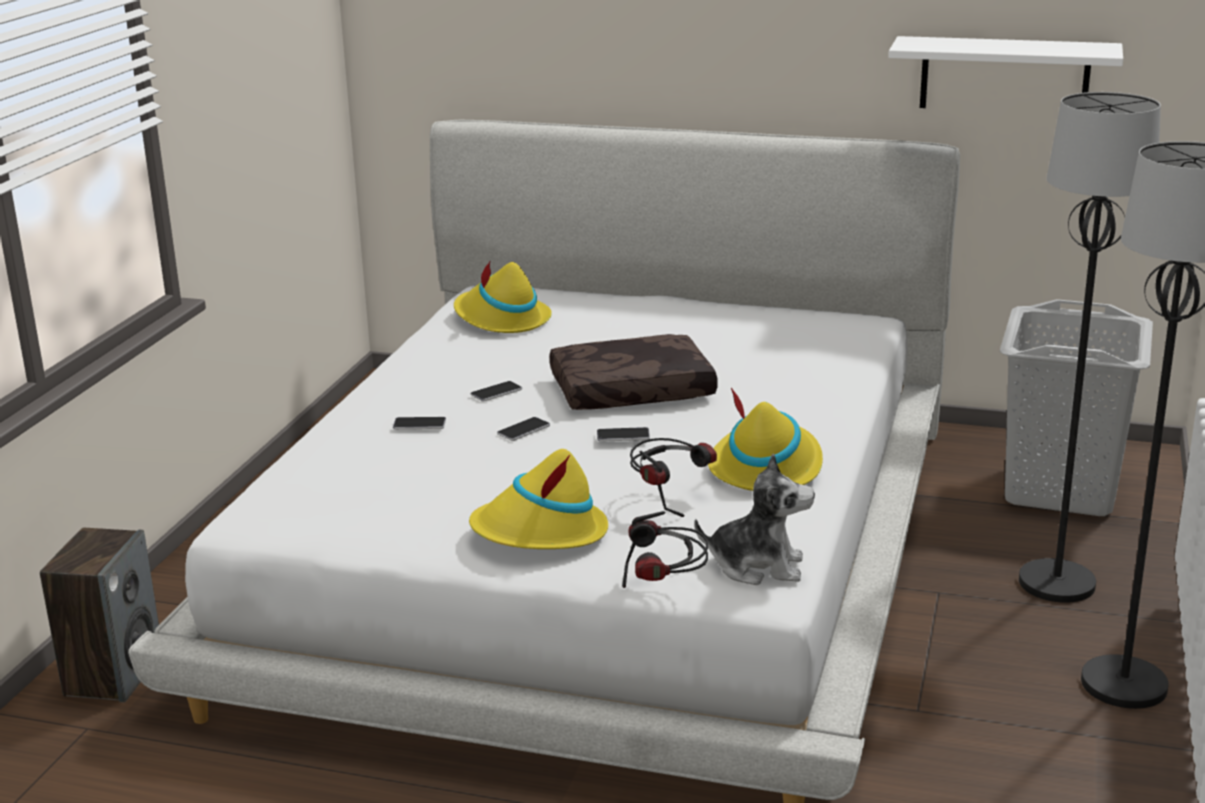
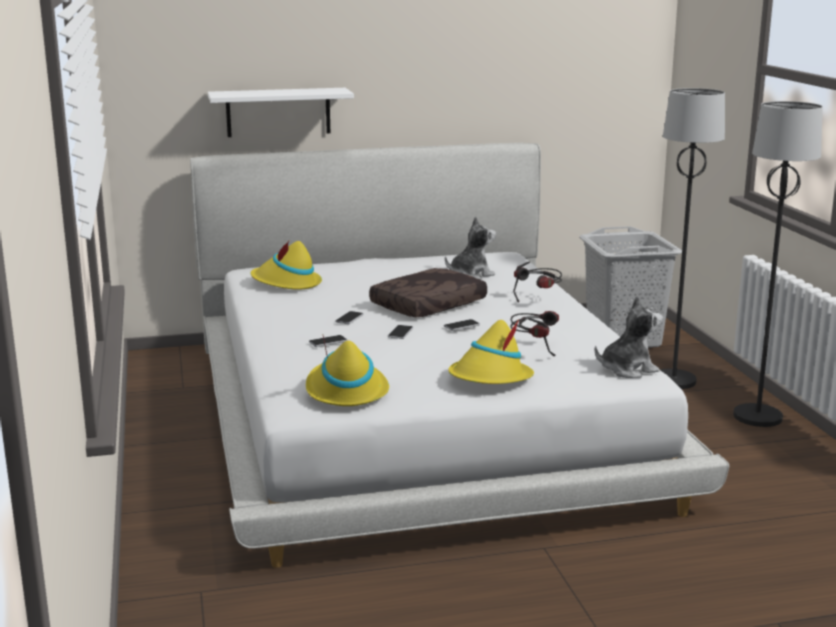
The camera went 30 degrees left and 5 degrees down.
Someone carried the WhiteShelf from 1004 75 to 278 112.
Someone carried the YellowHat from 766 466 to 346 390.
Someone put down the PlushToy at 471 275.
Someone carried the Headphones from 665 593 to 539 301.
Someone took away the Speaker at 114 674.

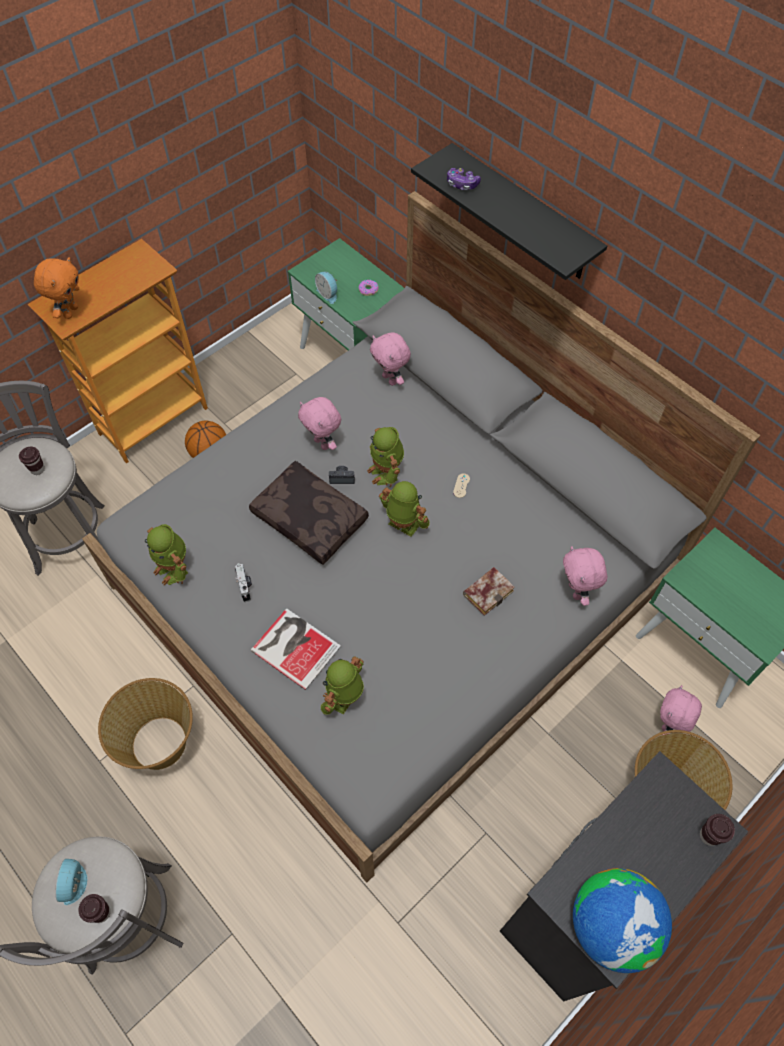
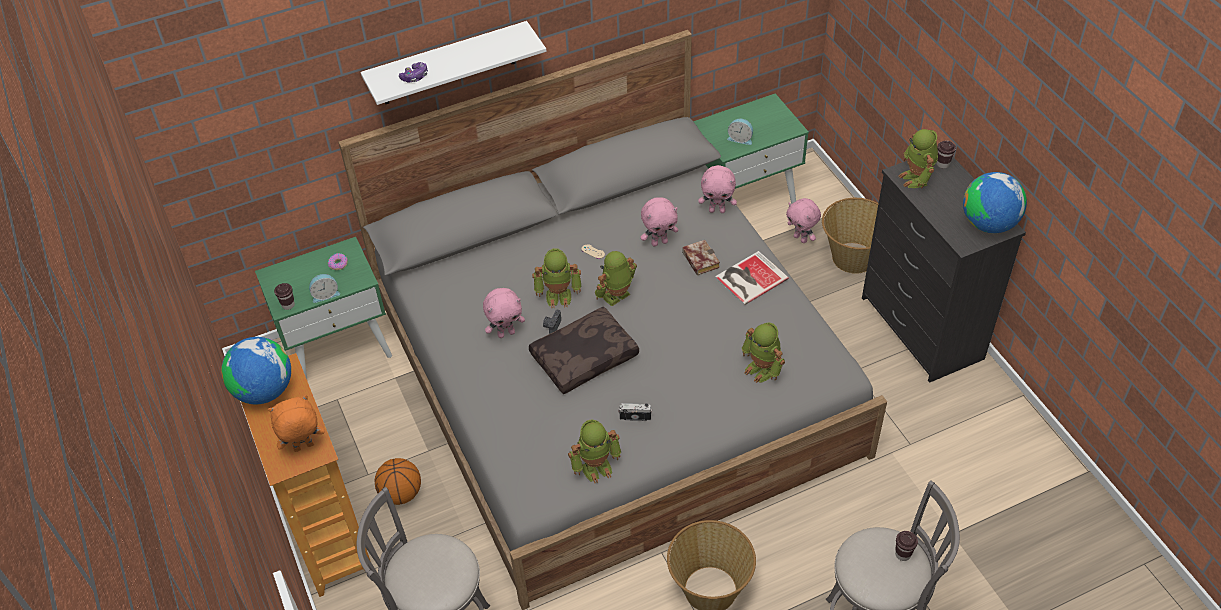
The camera went 70 degrees left and 10 degrees down.
Someone put down the Globe at 264 391.
Someone rotated the OrangePlushToy at 70 312 by 60 degrees counterclockwise.
Someone carried the BrownCup from 37 469 to 288 305.
Someone repainted the BlackShelf at 523 214, which became the WhiteShelf at 447 64.
Someone carried the PinkPlushToy from 390 379 to 659 242.
Someone carried the Book from 295 646 to 749 278.
Someone carried the AlarmClock from 76 883 to 740 139.
Someone put down the ToyRobot at 916 178.

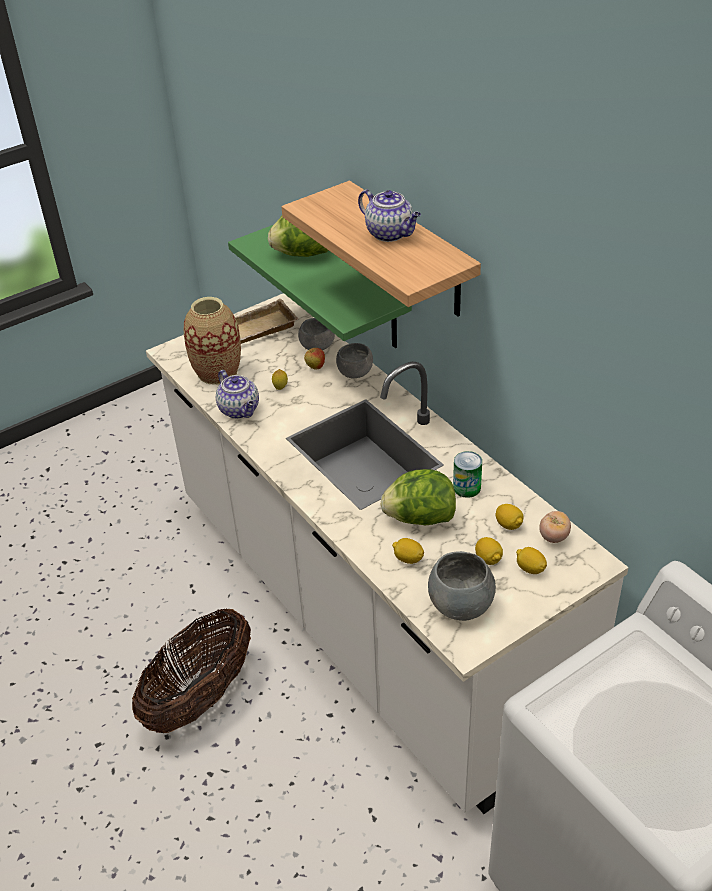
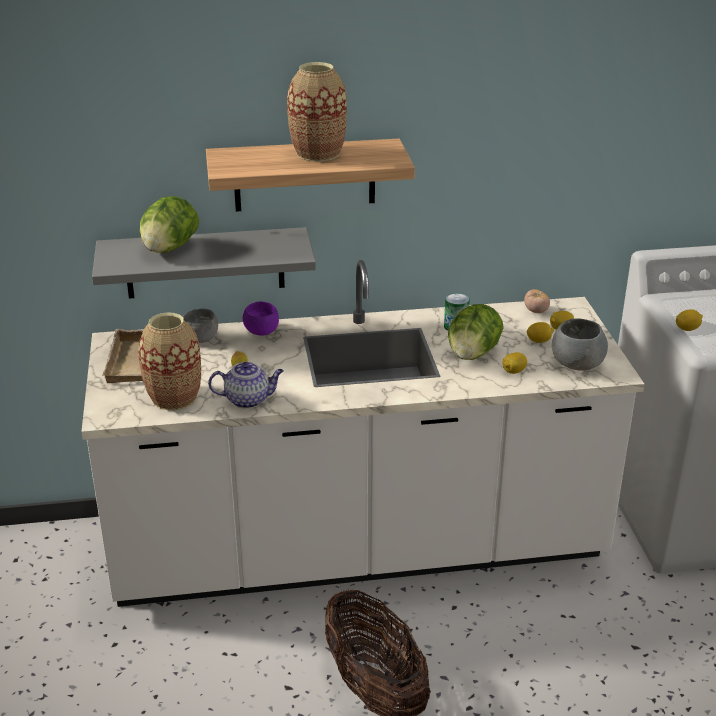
The camera went 65 degrees left and 10 degrees down.
Someone repainted the GreenShelf at 349 285, which became the GreyShelf at 205 263.
Someone repainted the GreyBowl at 355 372, which became the PurpleBowl at 261 331.
Someone swapped the Teapot at 390 234 for the Vase at 318 153.
Someone carried the Lemon from 508 525 to 687 329.
Someone took away the Apple at 315 367.

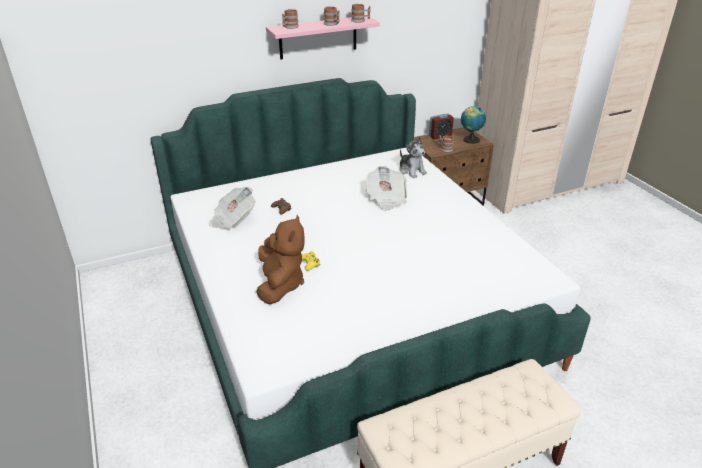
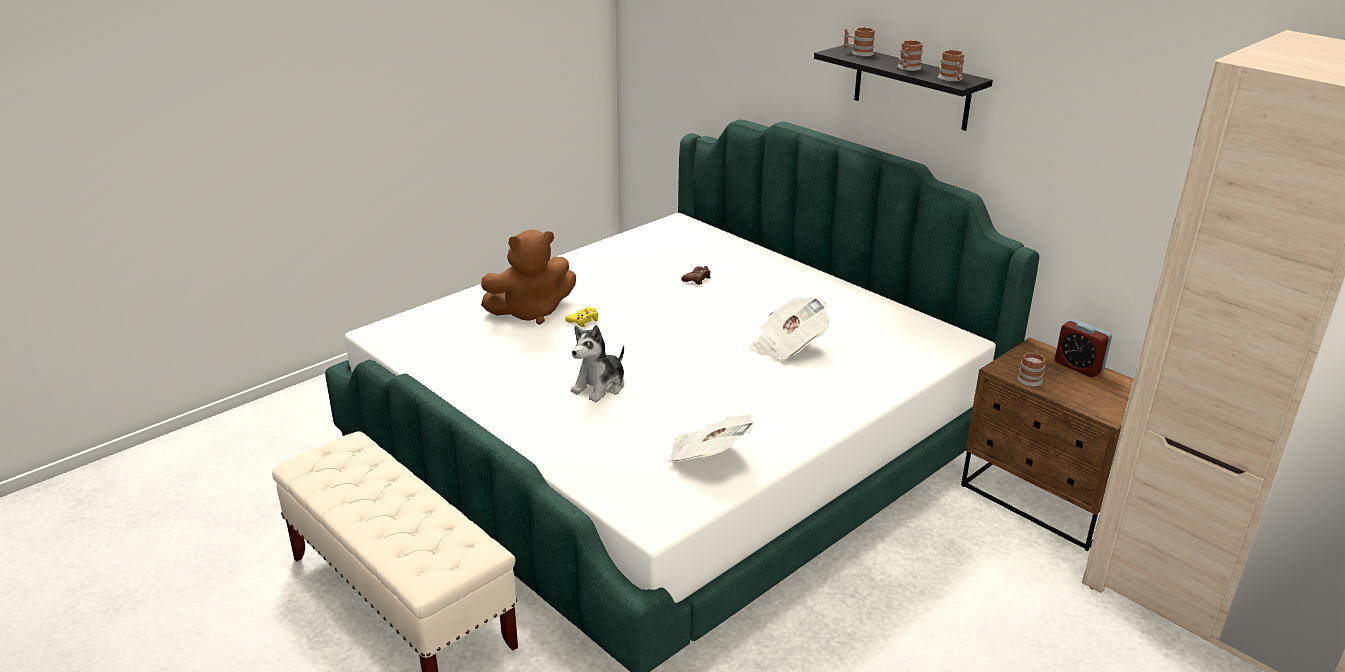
The camera went 70 degrees right and 5 degrees down.
Someone carried the PlushToy from 412 171 to 600 386.
Someone carried the Newspaper from 232 219 to 708 457.
Someone repainted the PinkShelf at 318 37, which became the BlackShelf at 911 88.
Someone took away the Globe at 470 139.

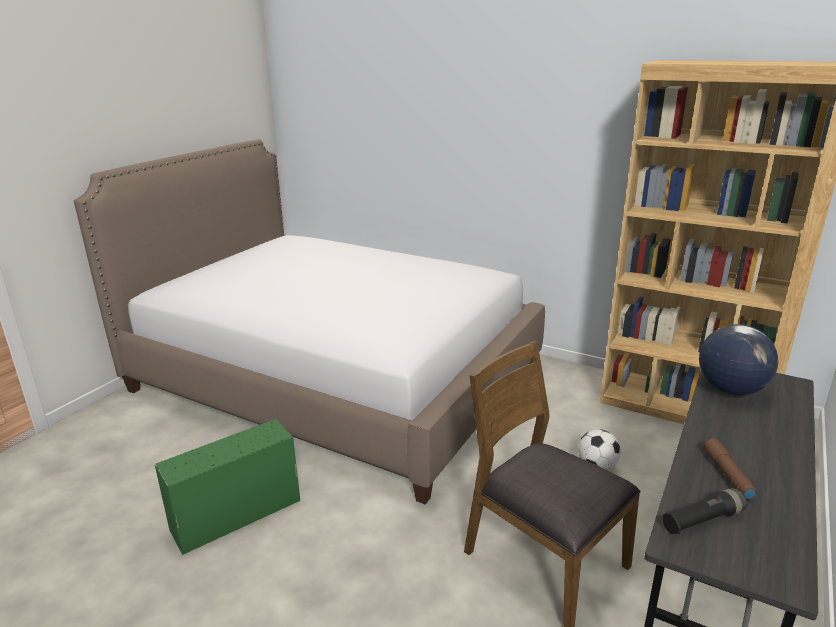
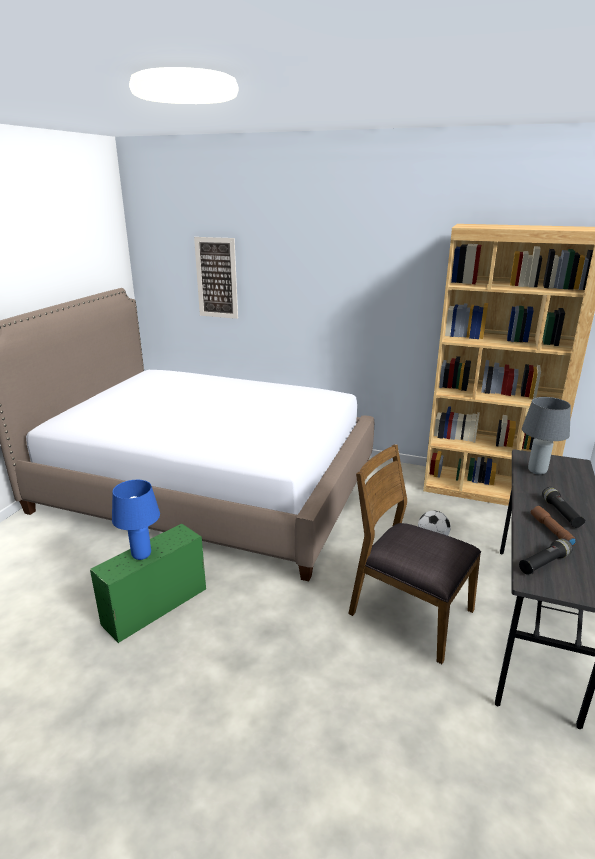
The camera went 10 degrees left and 0 degrees up.
Someone put down the BlueTableLamp at 142 555.
Someone put up the Picture at 216 278.
Someone swapped the Globe at 730 389 for the GreyTableLamp at 537 471.
Someone put down the BlackFlashlight at 561 513.

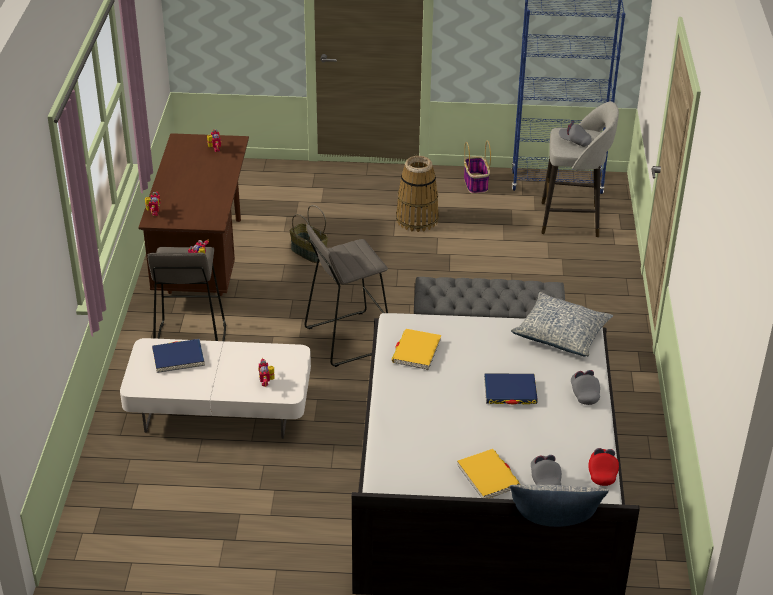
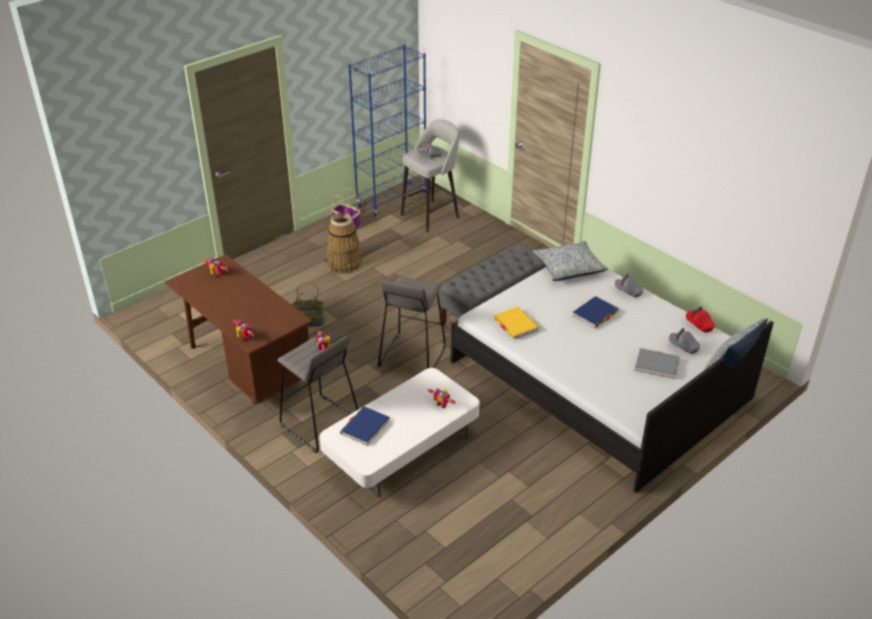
The camera went 45 degrees left and 0 degrees up.
Someone repainted the YellowBook at 488 477, which became the GreyBook at 656 365.

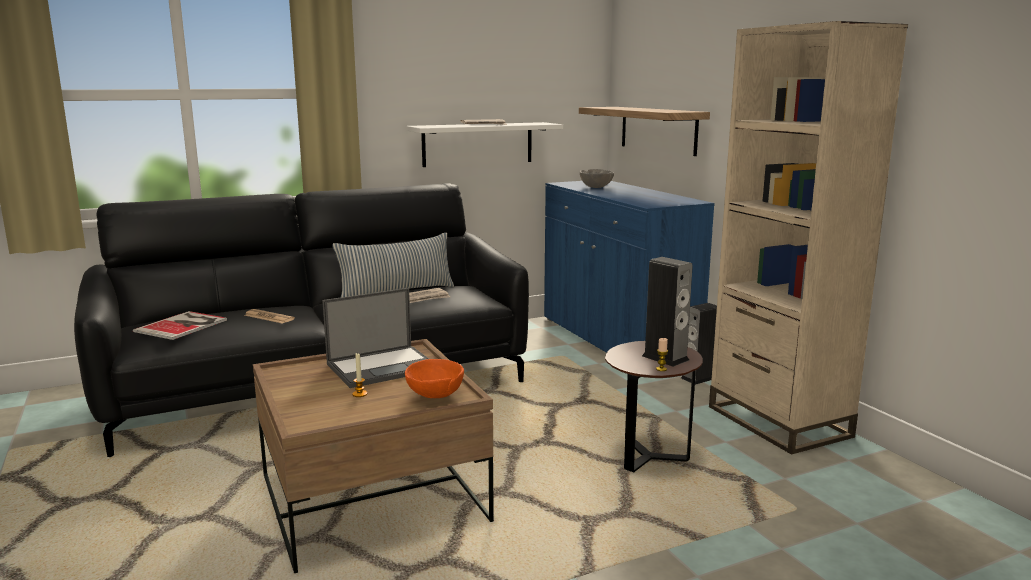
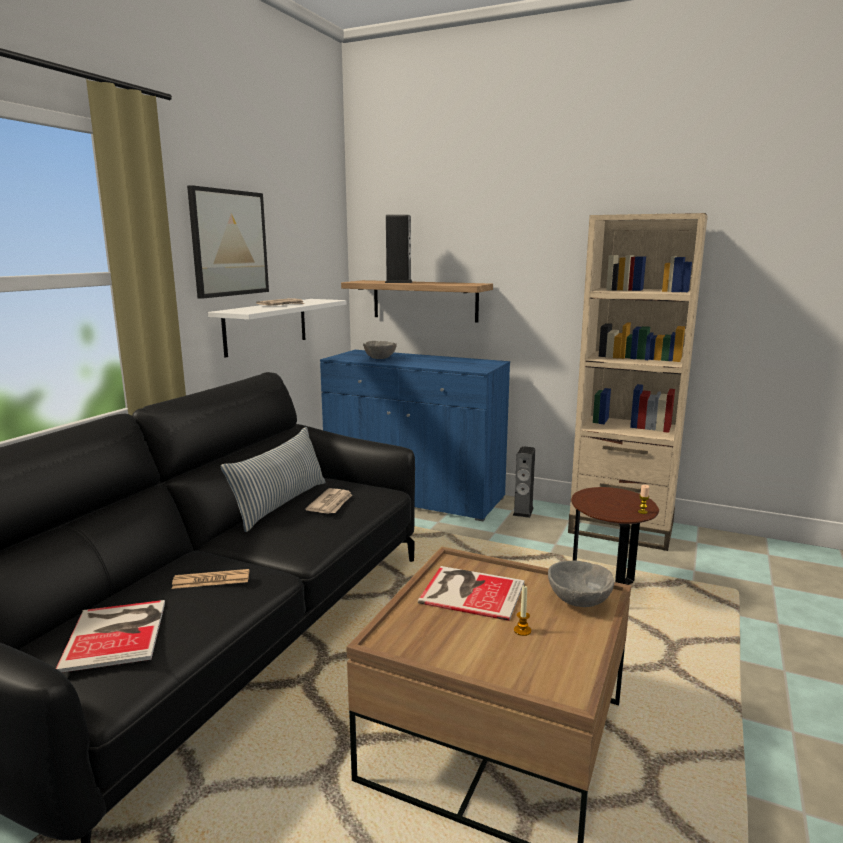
The camera went 40 degrees left and 0 degrees up.
Someone put up the Picture at 229 243.
Someone carried the Speaker from 665 358 to 398 282.
Someone swapped the Laptop at 383 367 for the Book at 470 591.
Someone repainted the OrangeBowl at 435 395, which became the GreyBowl at 580 602.

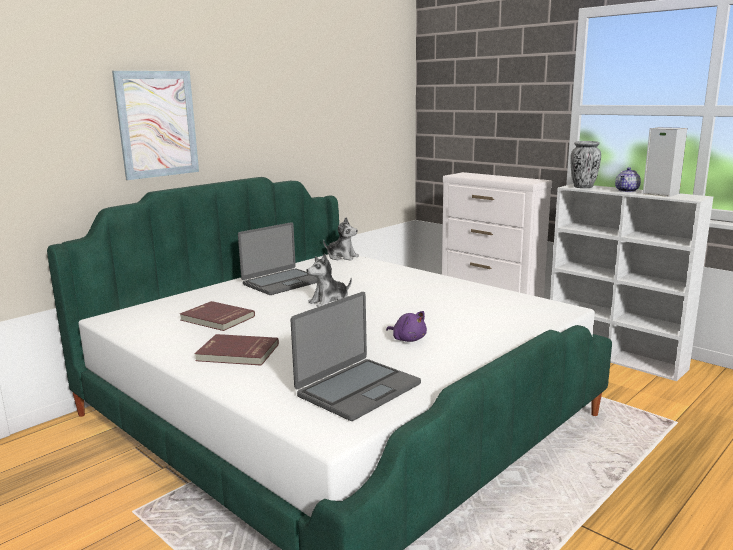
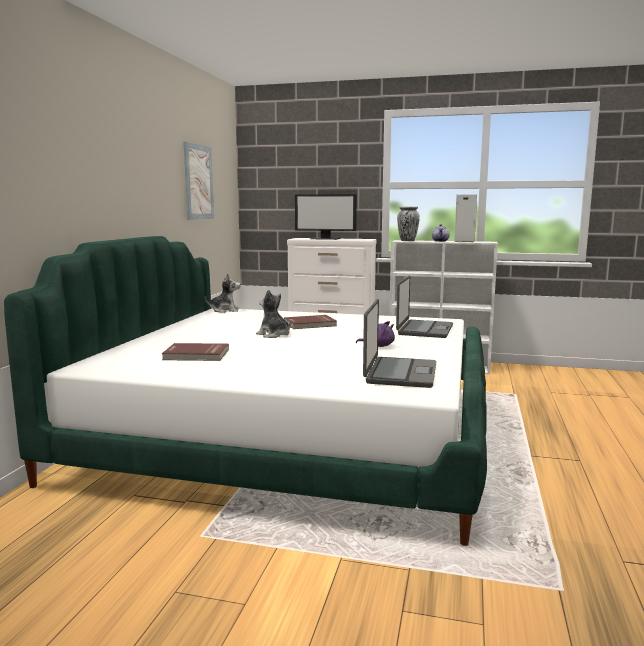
The camera went 30 degrees left and 5 degrees down.
Someone carried the Picture from 157 124 to 198 182.
Someone rotated the PlushToy at 329 302 by 105 degrees clockwise.
Someone carried the RedBook from 237 353 to 310 324.
Someone put down the Monitor at 325 238.
Someone carried the Laptop from 282 282 to 424 330.

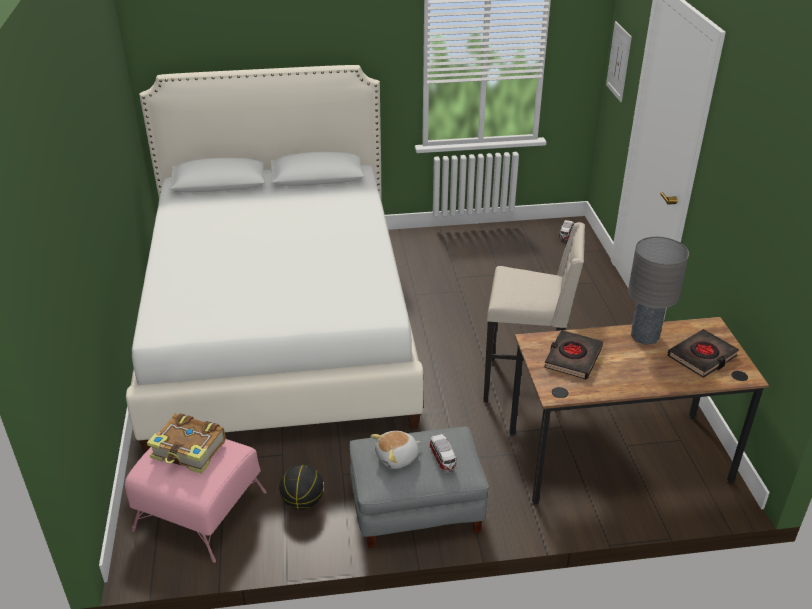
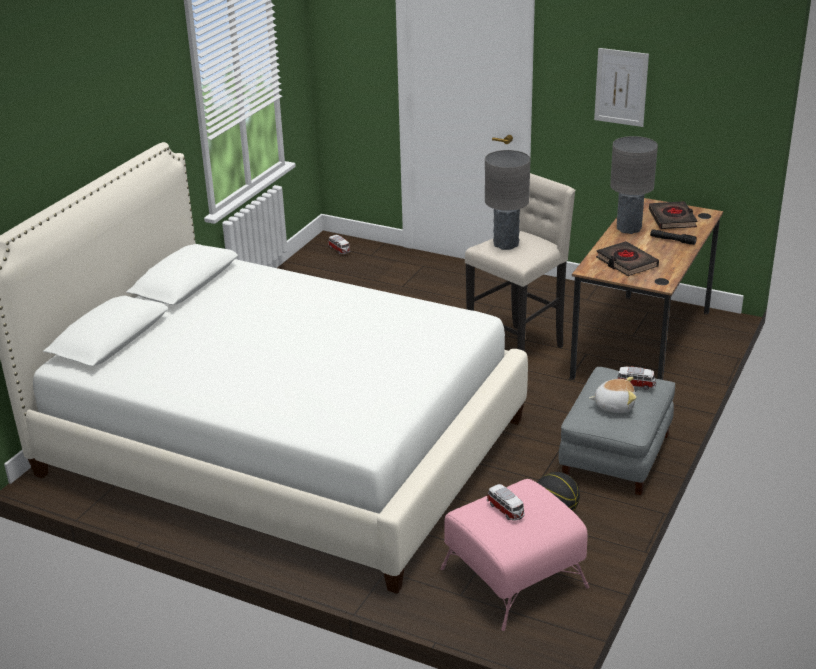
The camera went 55 degrees left and 5 degrees down.
Someone put down the GreyTableLamp at 506 244.
Someone swapped the Book at 189 451 for the ToyCar at 506 510.
Someone rotated the PlushToy at 397 457 by 90 degrees counterclockwise.
Someone carried the Picture from 619 61 to 621 87.
Someone put down the BlackFlashlight at 672 240.

